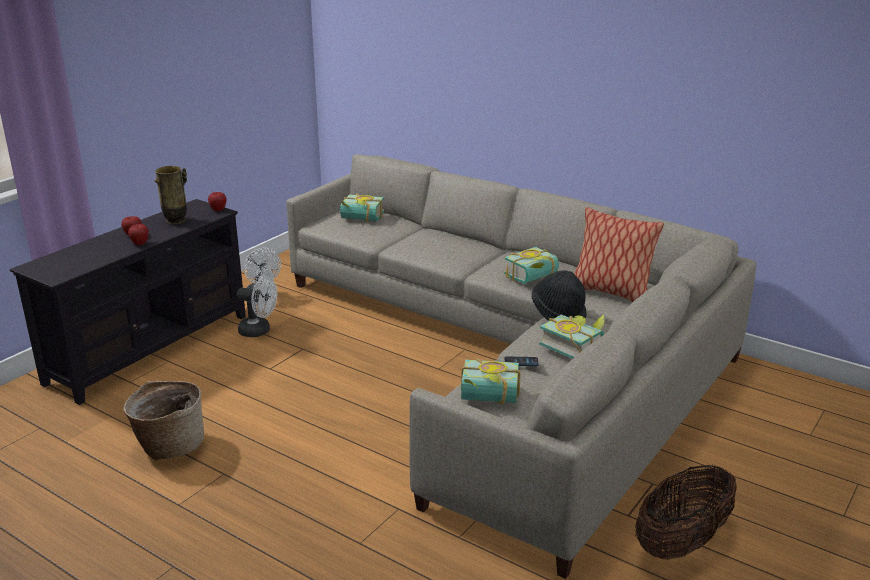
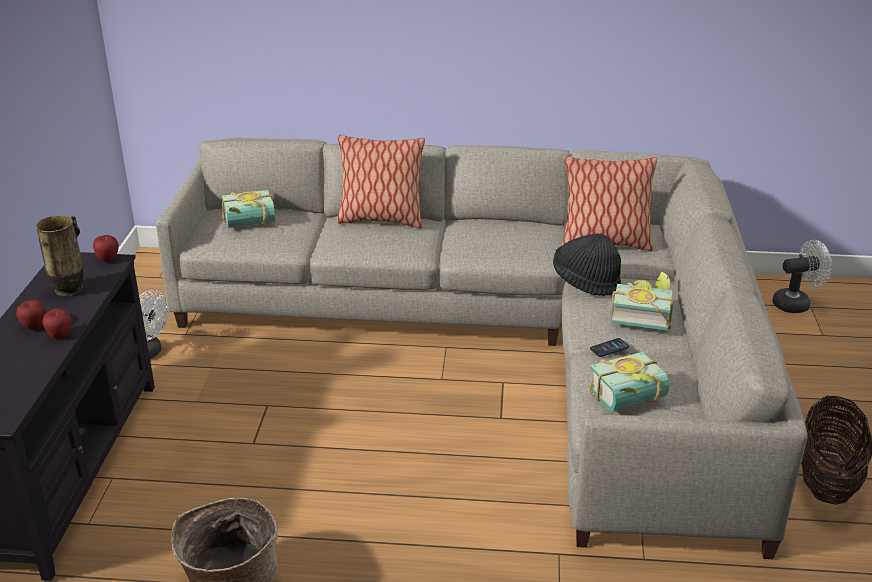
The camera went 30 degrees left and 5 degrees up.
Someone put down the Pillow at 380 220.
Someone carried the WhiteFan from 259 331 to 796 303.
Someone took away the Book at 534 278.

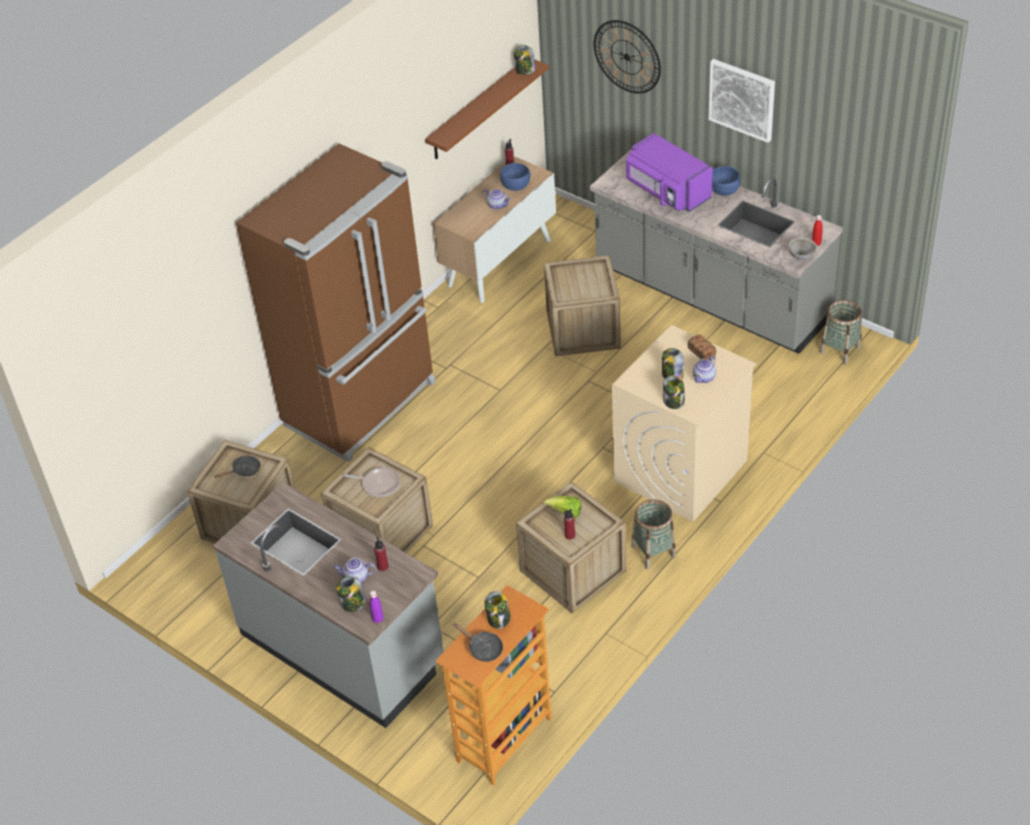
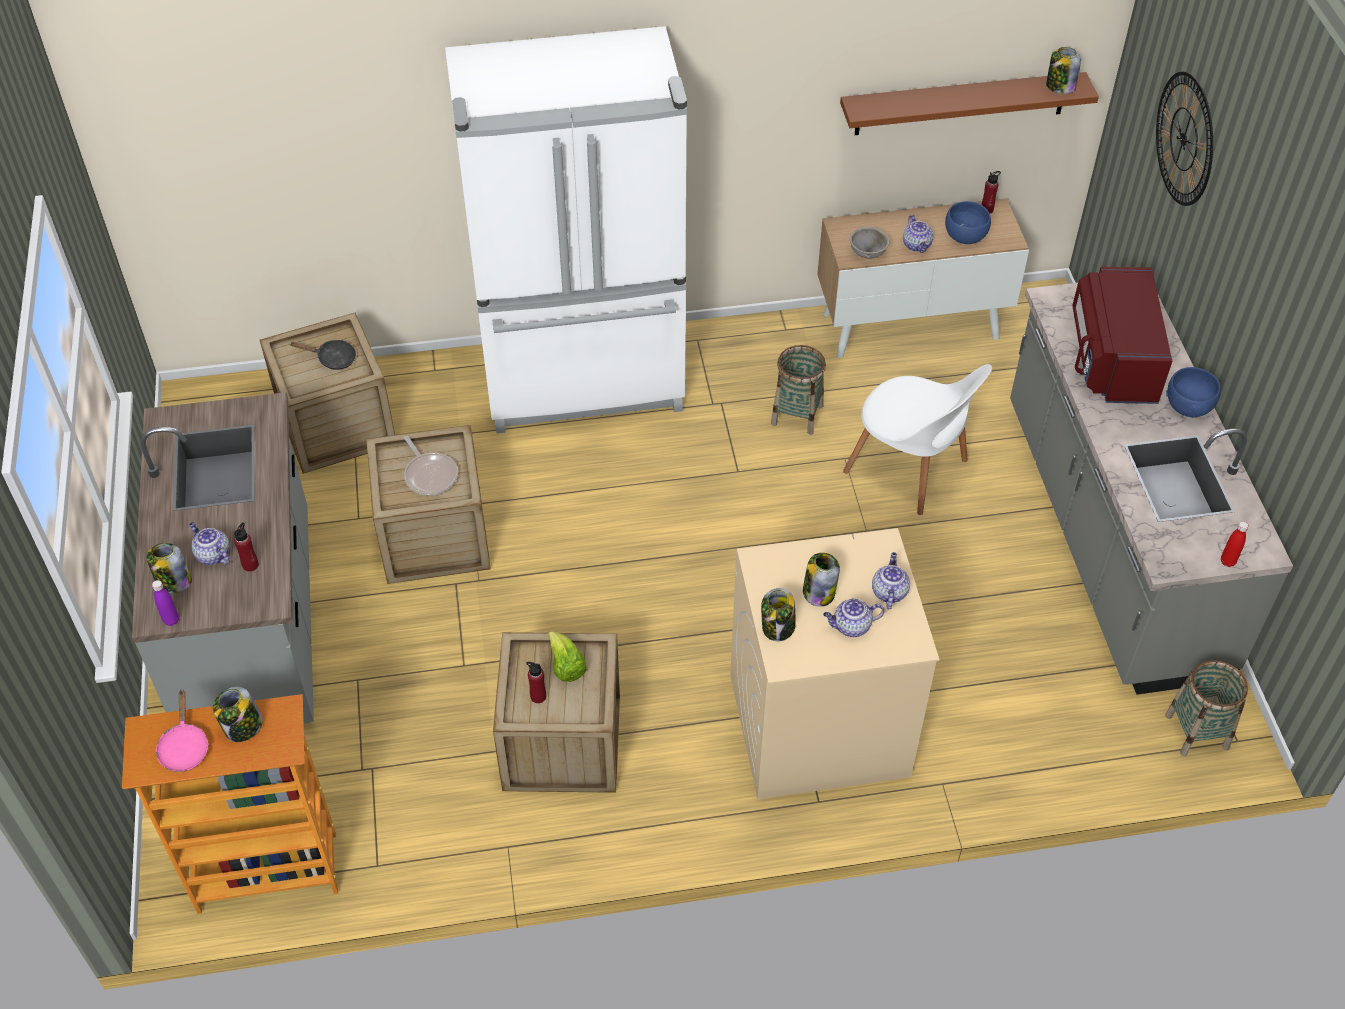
The camera went 40 degrees right and 5 degrees up.
Someone repainted the BlackFryingPan at 483 648, which became the PinkFryingPan at 184 747.
Someone repainted the BrownFridge at 362 404, which became the WhiteFridge at 584 381.
Someone carried the Basket from 653 551 to 797 414.
Someone swapped the Crate at 583 330 for the WhiteChair at 910 469.
Someone carried the GreyBowl from 801 256 to 868 253.
Someone swapped the Bread at 701 352 for the Teapot at 889 592.
Someone repainted the PurpleMicrowave at 666 192, which became the RedMicrowave at 1111 358.
Someone took away the Picture at 742 99.

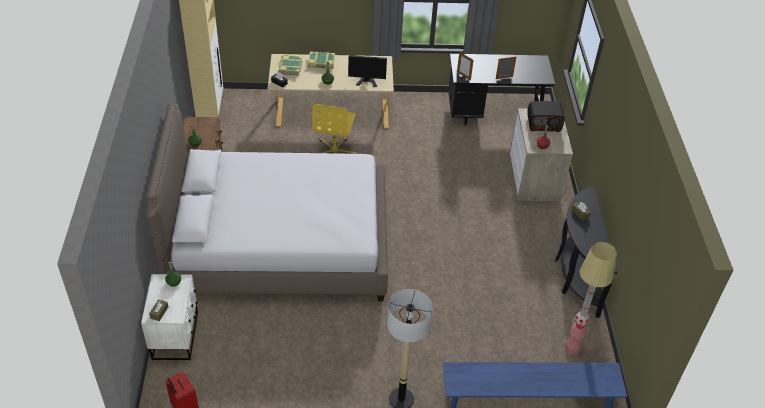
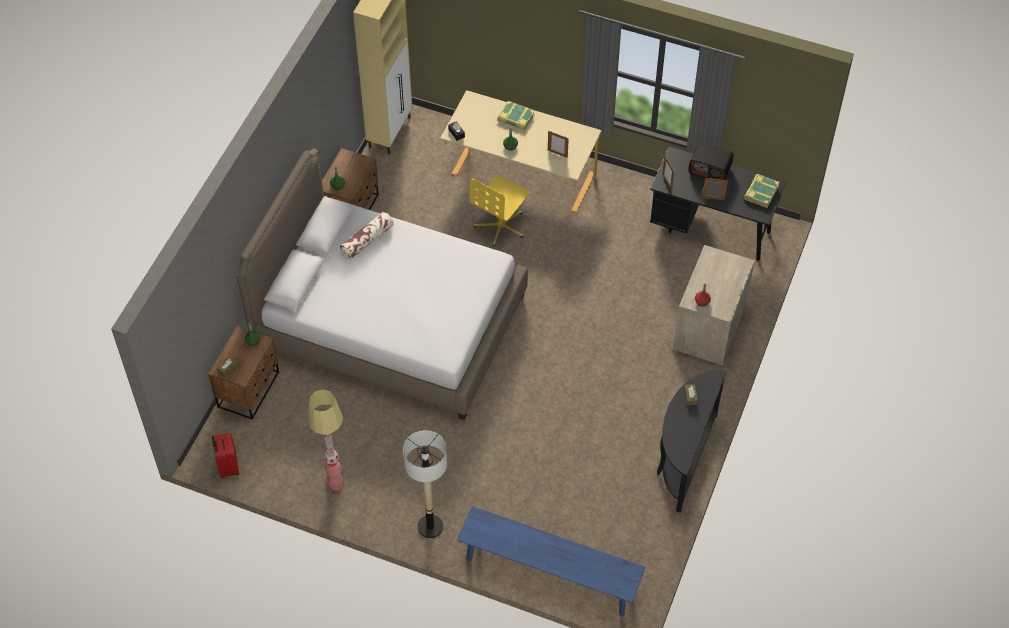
The camera went 25 degrees right and 10 degrees up.
Someone repainted the WhiteNightstand at 176 335, which became the BrownNightstand at 249 389.
Someone carried the FloorLamp from 572 348 to 335 483.
Someone put down the Pillow at 367 240.
Someone swapped the Monitor at 367 78 for the PictureFrame at 557 154.
Someone carried the Radio from 544 124 to 710 170.
Someone carried the Book from 290 67 to 760 192.

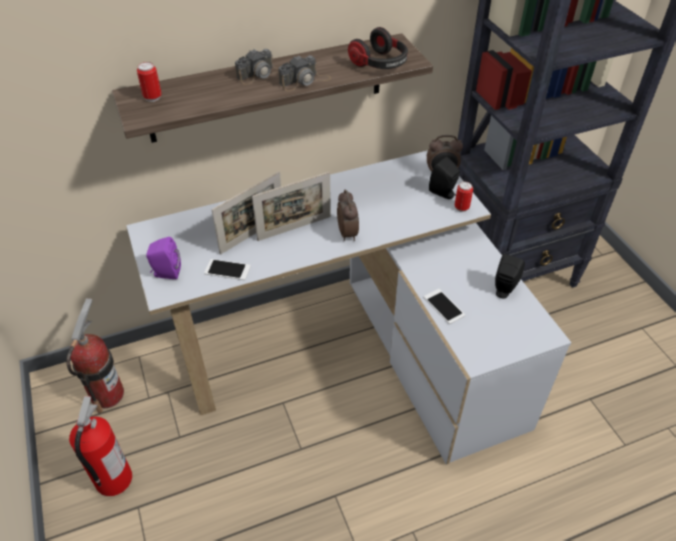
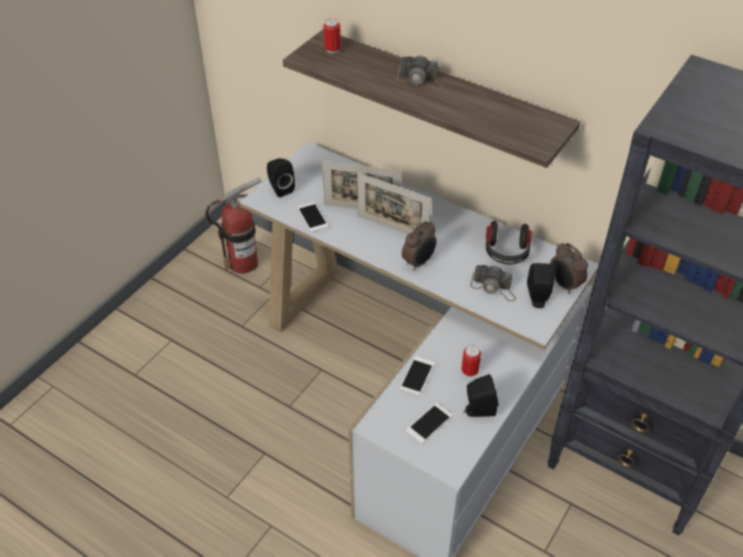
The camera went 55 degrees right and 0 degrees up.
Someone repainted the PurpleSpeaker at 166 273, which became the BlackSpeaker at 280 188.
Someone put down the Phone at 429 423.
Someone carried the Can from 461 208 to 469 371.
Someone carried the PhotoCamera from 305 81 to 494 288.
Someone carried the Headphones from 380 64 to 506 252.
Someone took away the FireExtinguisher at 113 480.

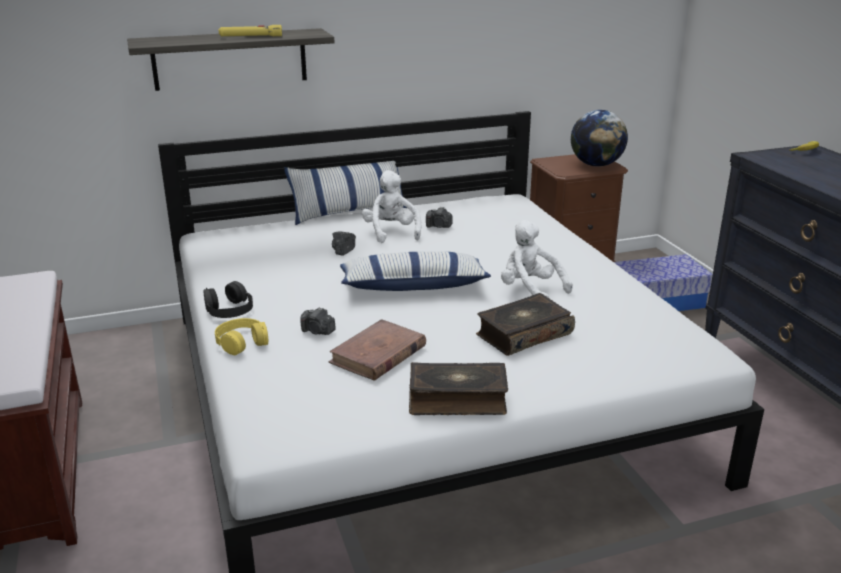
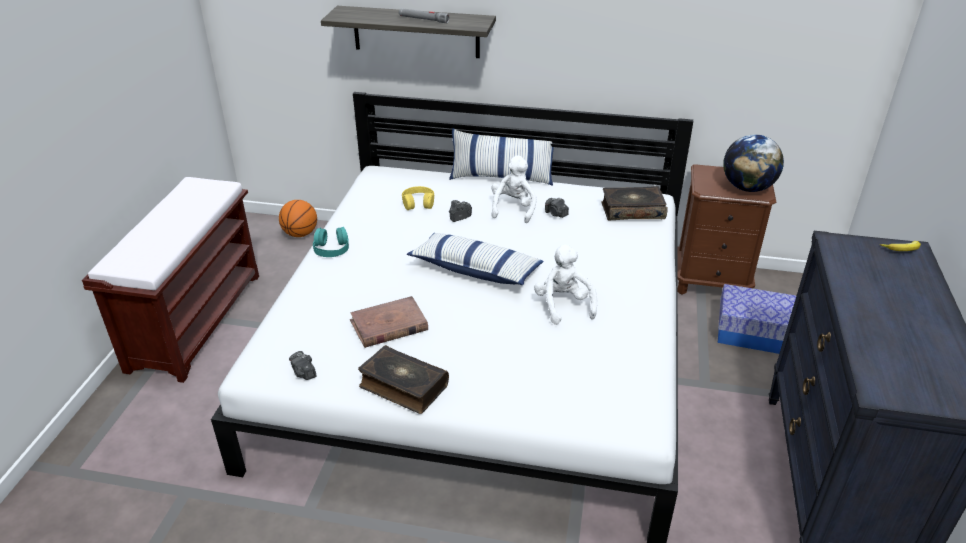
The camera went 30 degrees right and 10 degrees up.
Someone put down the Basketball at 300 234.
Someone carried the PhotoCamera from 318 331 to 303 373.
Someone repainted the BlackHeadphones at 229 309, which became the TurquoiseHeadphones at 331 248.
Someone repainted the YellowFlashlight at 251 36, which became the GreyFlashlight at 423 19.
Someone carried the YellowHeadphones from 242 342 to 418 203.
Someone carried the Book from 523 334 to 632 210.

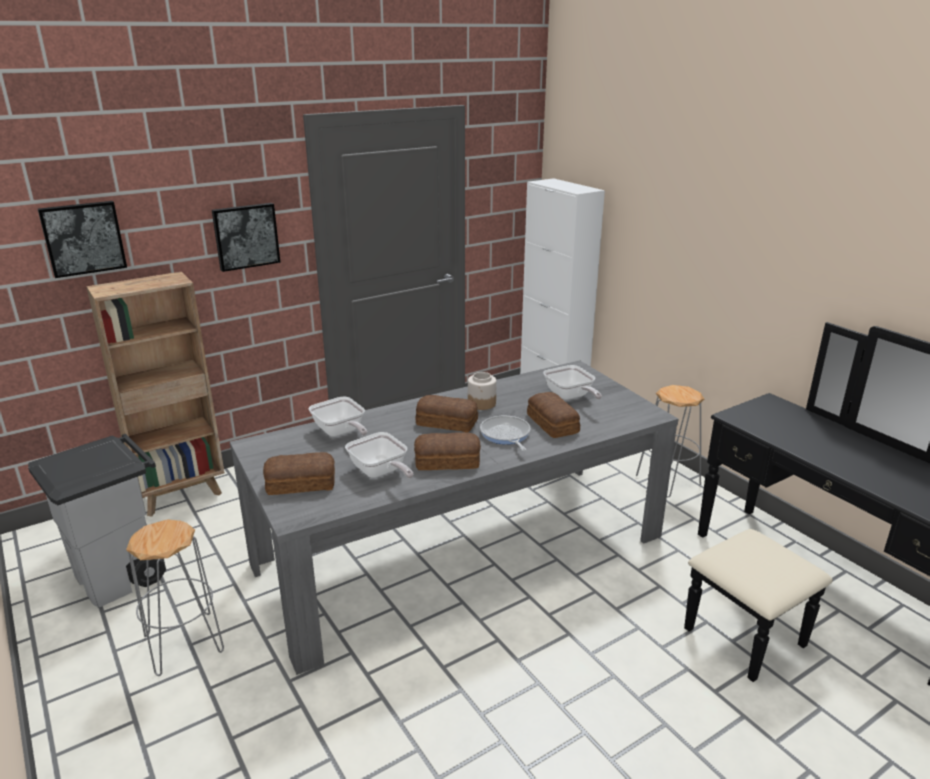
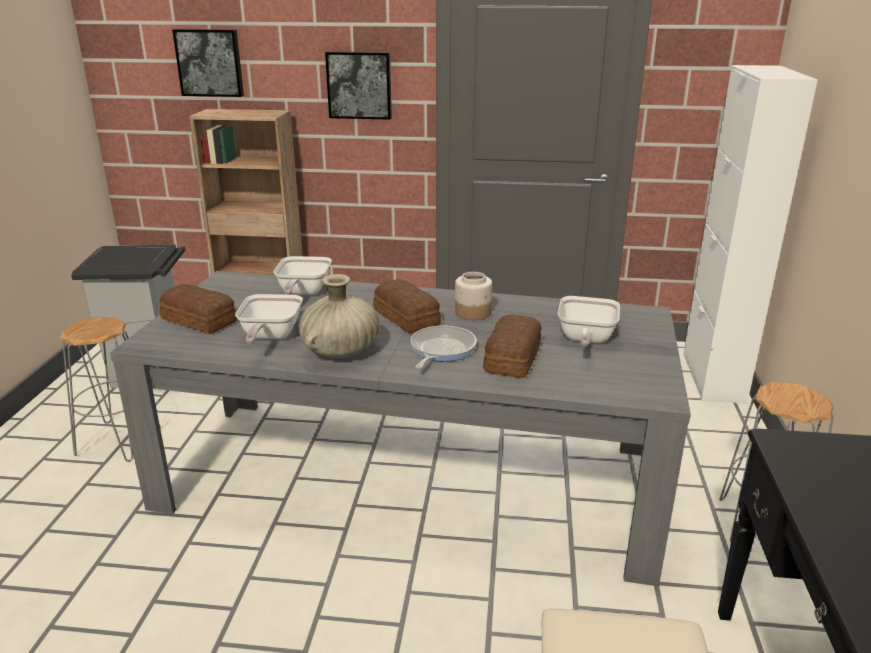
The camera went 40 degrees right and 0 degrees up.
Someone swapped the Bread at 448 462 for the BeigeVase at 341 351.

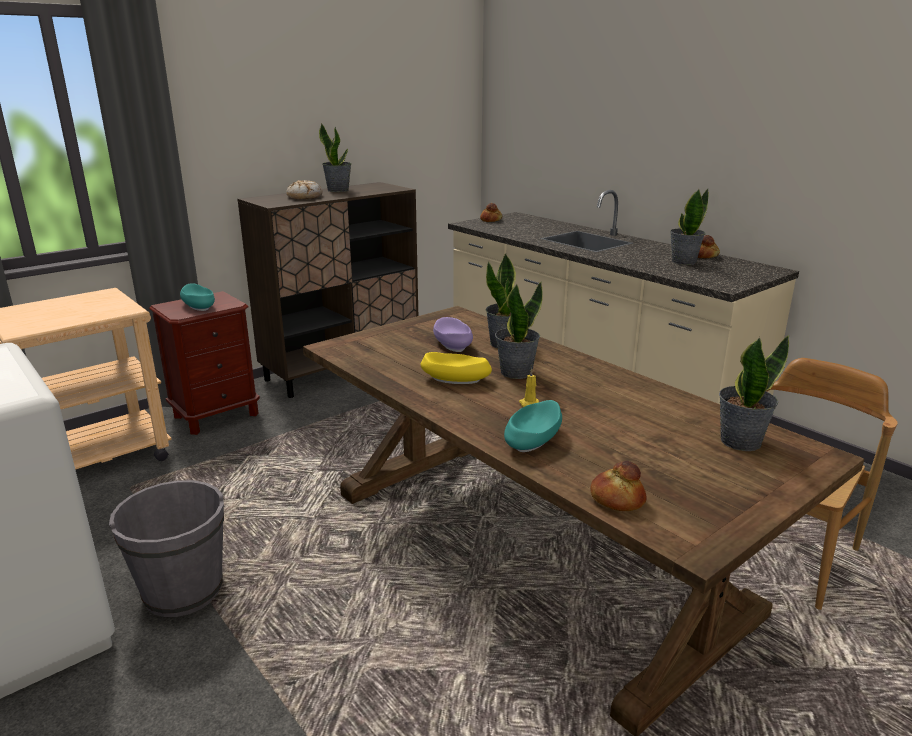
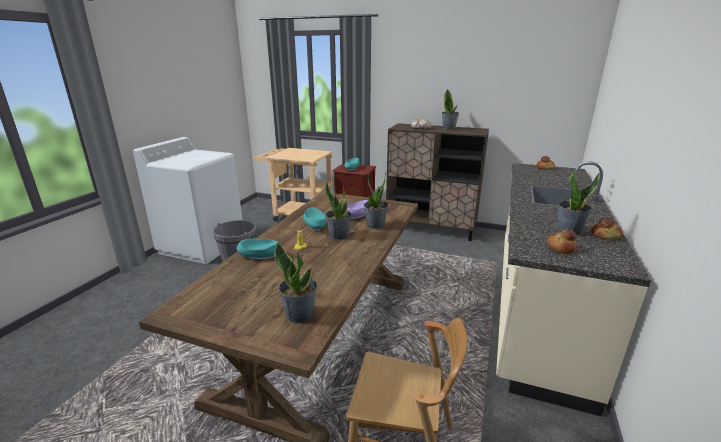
The camera went 60 degrees right and 0 degrees up.
Someone repainted the YellowBowl at 455 379, which became the TurquoiseBowl at 315 225.
Someone carried the Bread from 617 499 to 561 248.

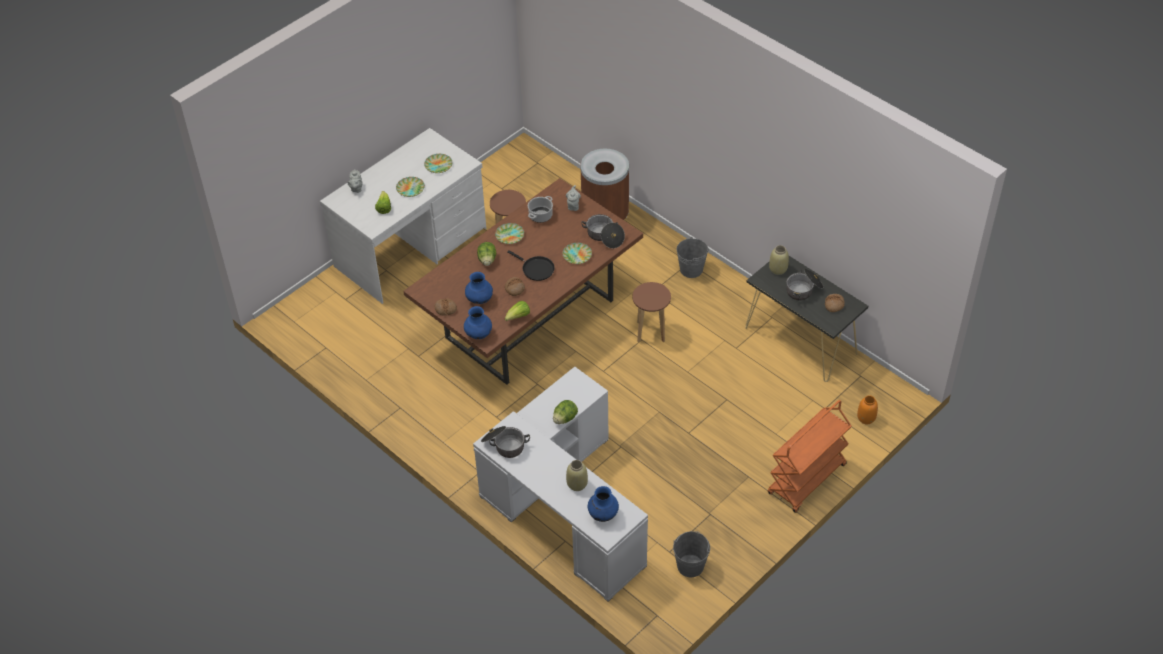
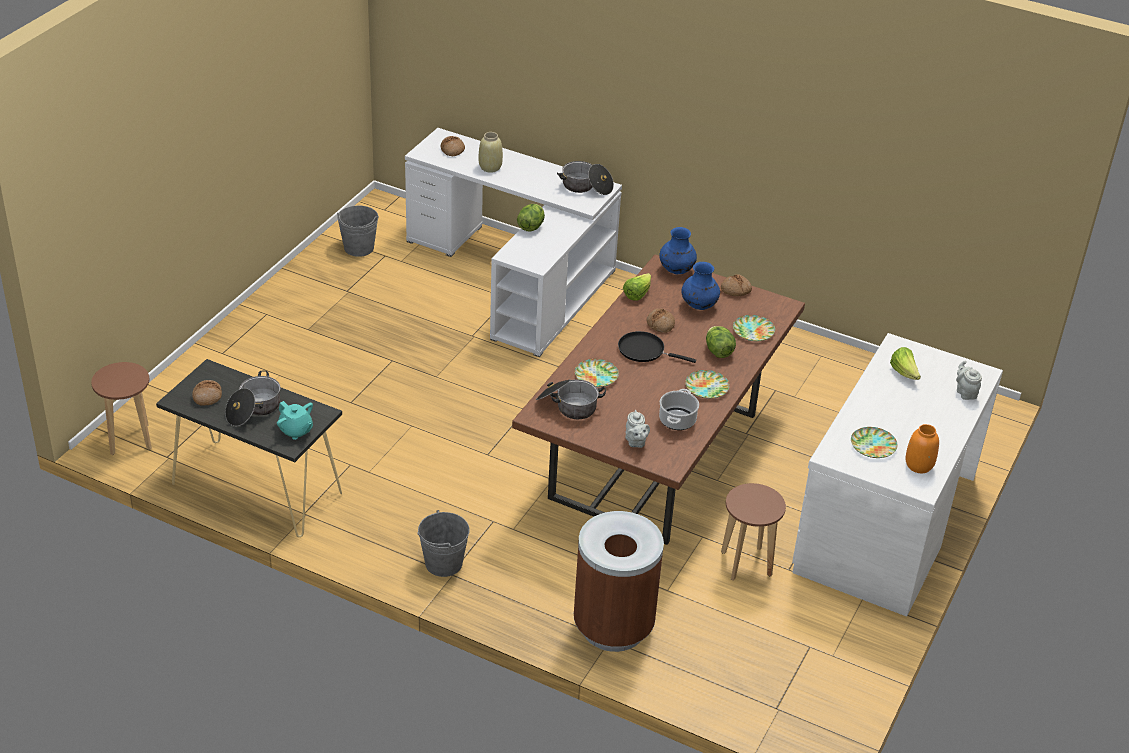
The camera went 160 degrees right and 10 degrees down.
Someone carried the BrownStool from 651 332 to 129 440.
Someone swapped the BeigeVase at 778 269 for the TurquoiseTeapot at 296 431.
Someone swapped the BlueVase at 603 514 for the Bread at 452 150.
Someone carried the Plate from 410 188 to 753 331.
Someone carried the OrangeVase from 866 418 to 918 466.
Someone took away the OrangeCart at 807 480.

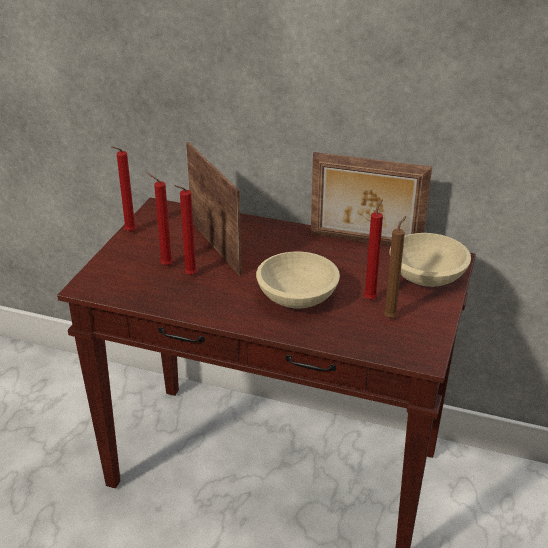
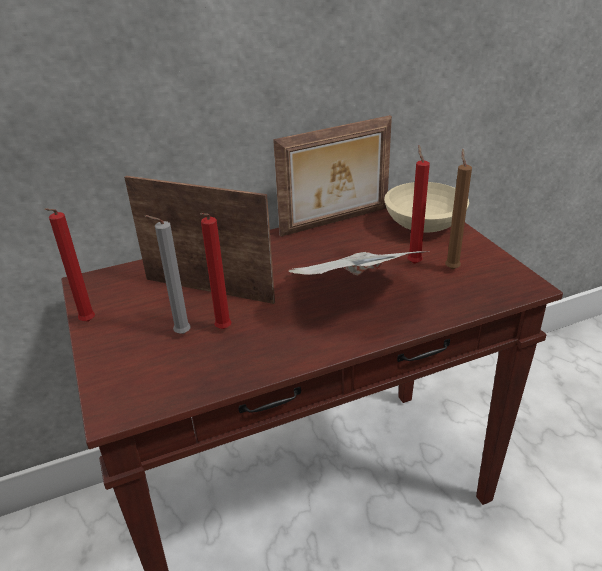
The camera went 40 degrees left and 0 degrees up.
Someone repainted the RedCandle at 164 265, which became the GreyCandle at 180 334.
Someone swapped the BeigeBowl at 297 297 for the Newspaper at 355 293.

